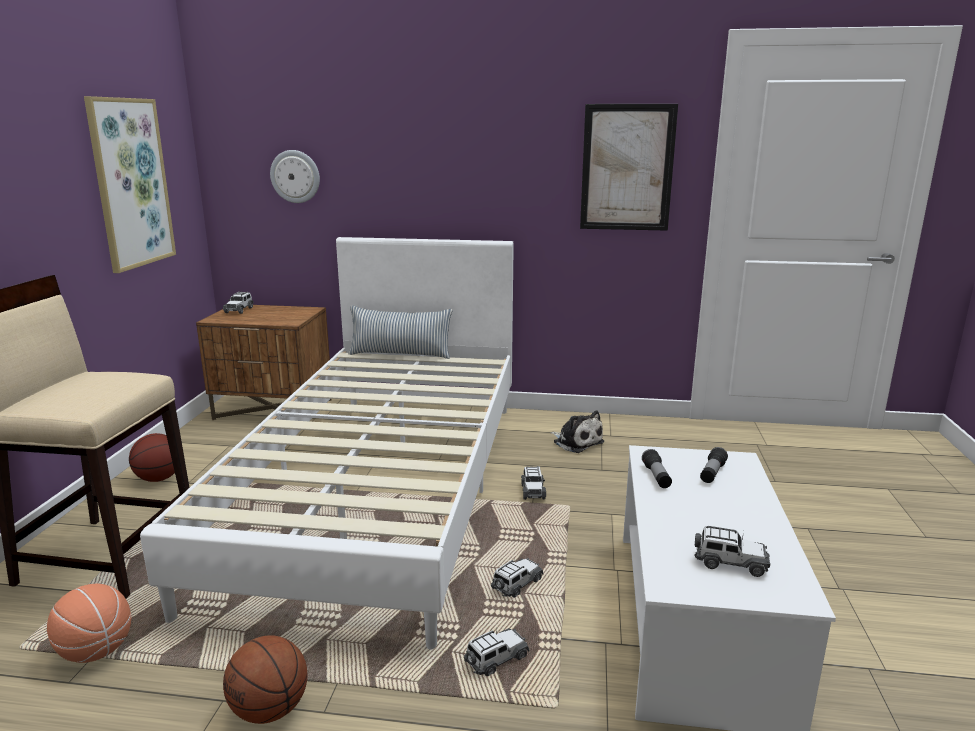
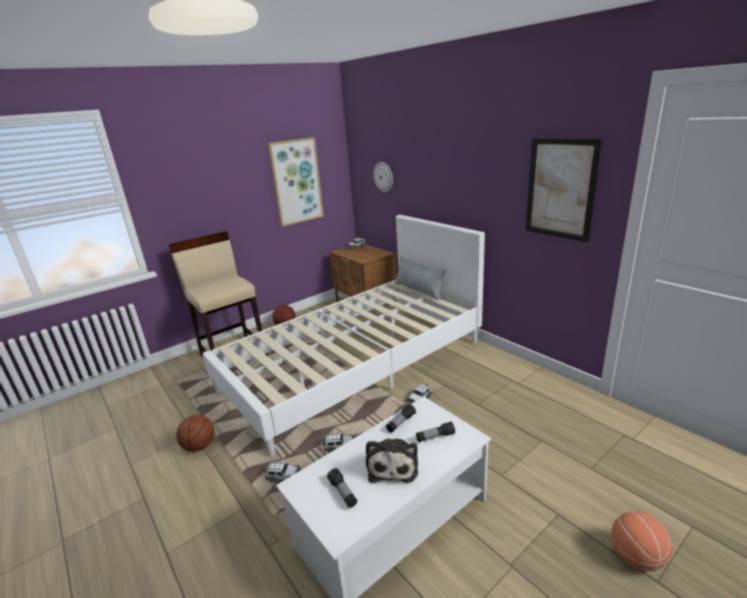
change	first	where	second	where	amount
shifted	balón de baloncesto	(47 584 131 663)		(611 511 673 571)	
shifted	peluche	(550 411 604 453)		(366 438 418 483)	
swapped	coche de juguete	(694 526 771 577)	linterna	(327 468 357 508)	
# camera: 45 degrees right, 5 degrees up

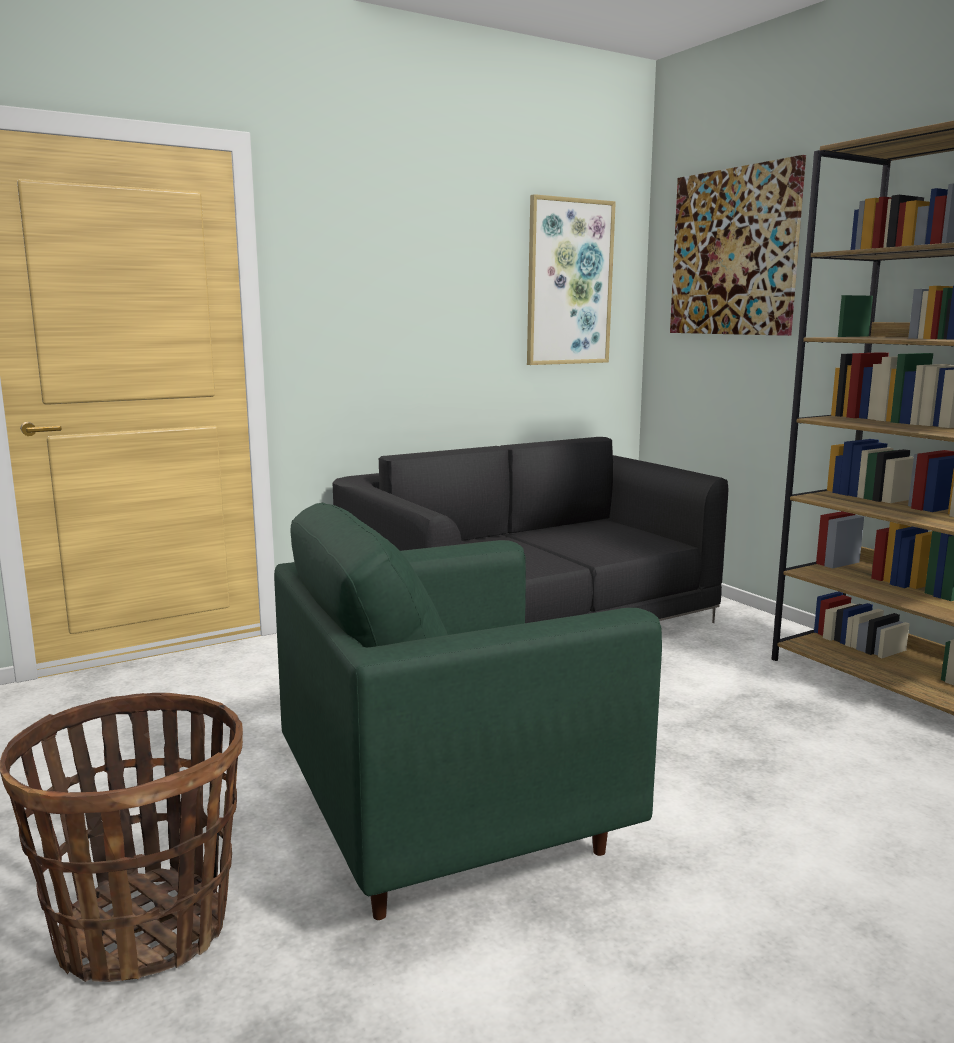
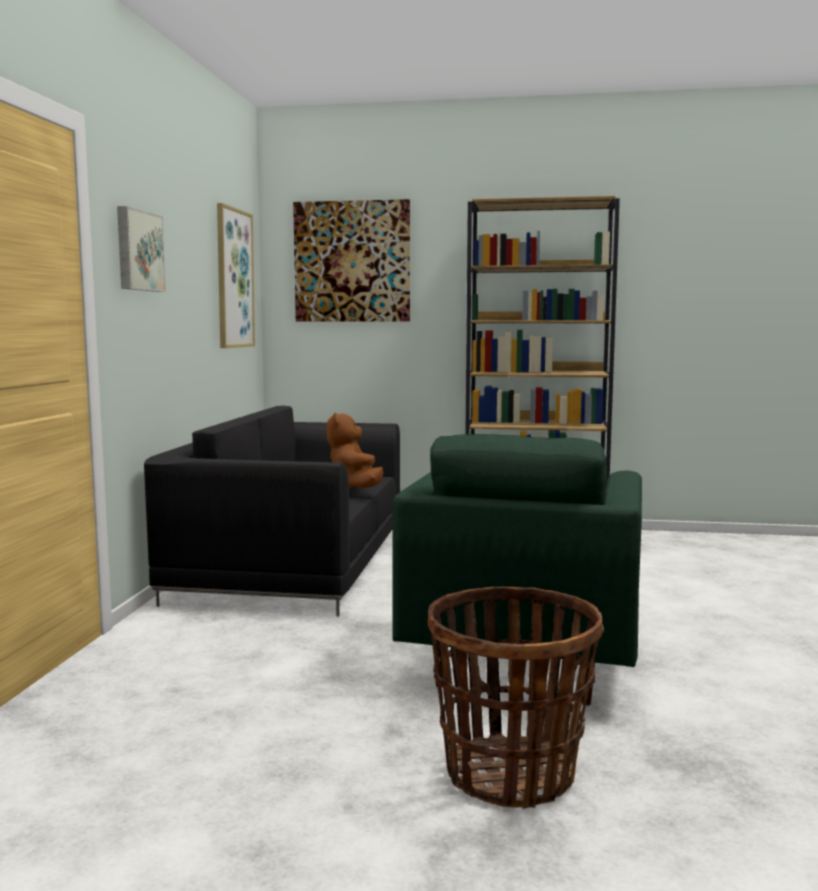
change	first	where	second	where	amount
new			cuadro	(117 206 166 292)	
new			peluche [marrón]	(327 412 383 489)	
# camera: 50 degrees left, 5 degrees down

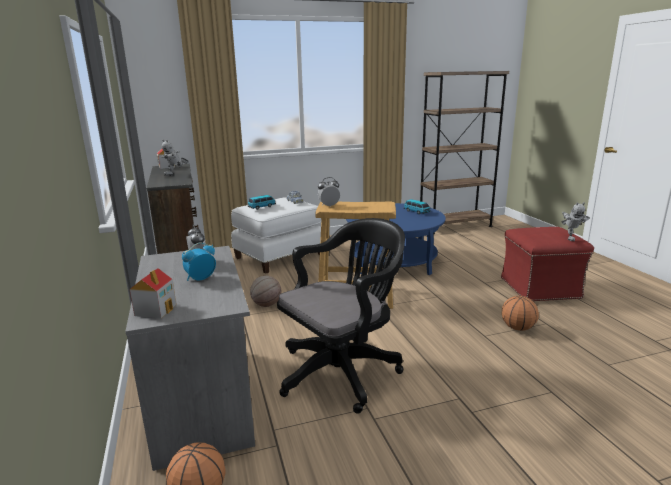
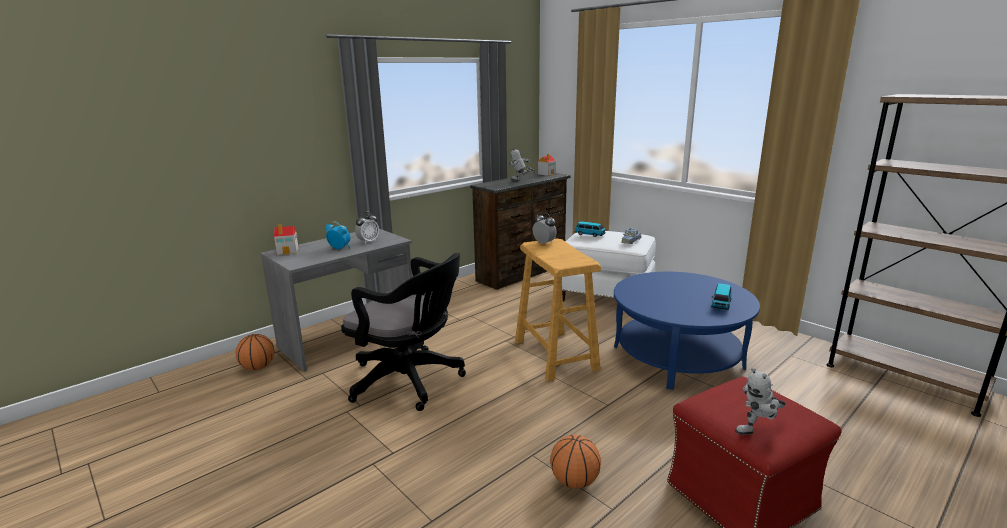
change	first	where	second	where	amount
gone	balón de baloncesto	(250 276 281 307)			
# camera: 65 degrees right, 0 degrees up

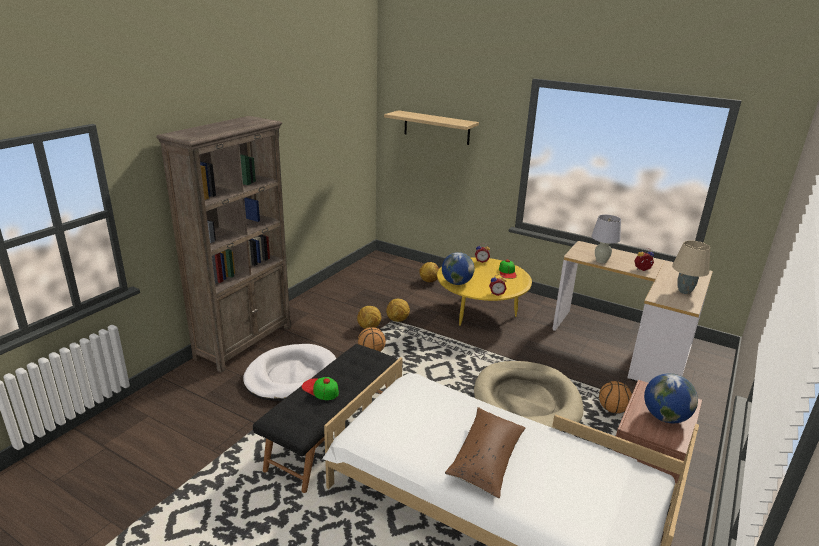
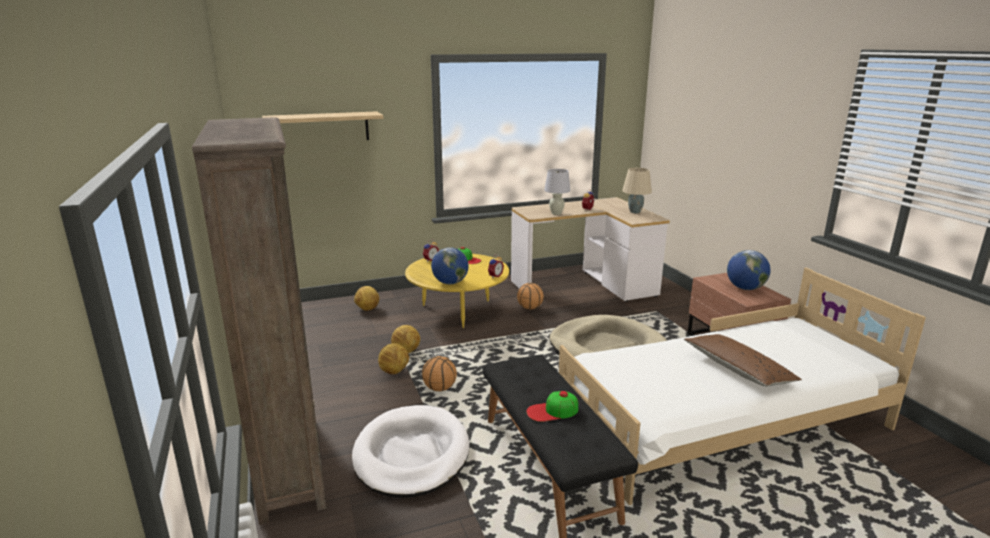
change	first	where	second	where	amount
shifted	balón de baloncesto	(599 381 632 413)		(517 283 544 309)	
# camera: 50 degrees left, 5 degrees down

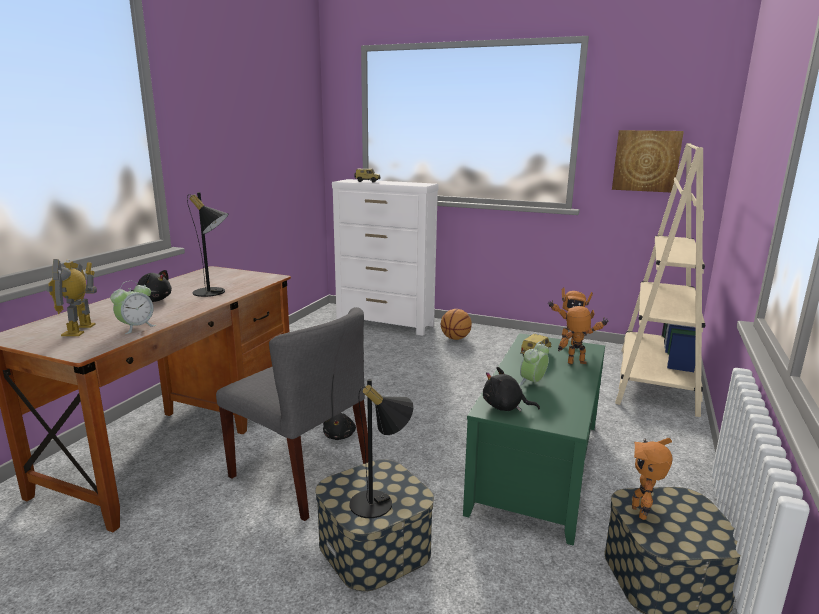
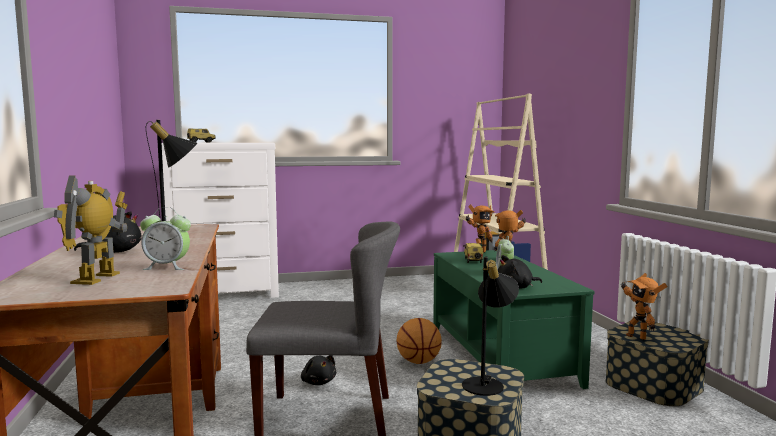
change	first	where	second	where	amount
gone	cuadro	(612 130 684 192)			
shifted	balón de baloncesto	(441 309 472 340)		(396 318 442 364)	
rotated	robot de juguete	(47 259 97 336)		(54 176 127 285)	45 degrees clockwise
rotated	despertador	(110 281 156 334)		(140 207 191 270)	90 degrees clockwise
# camera: 35 degrees left, 10 degrees down

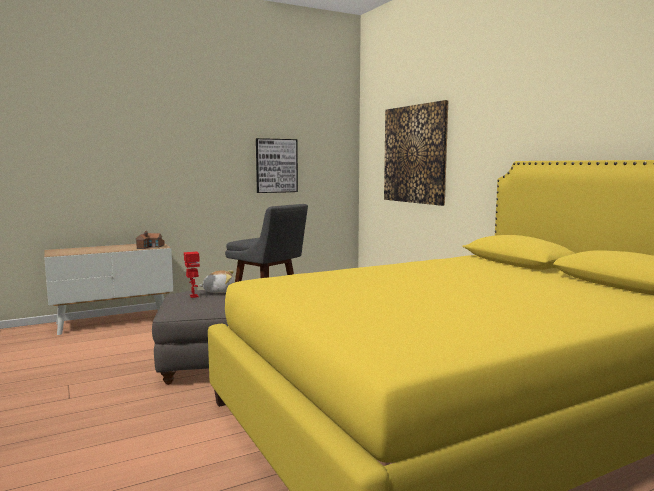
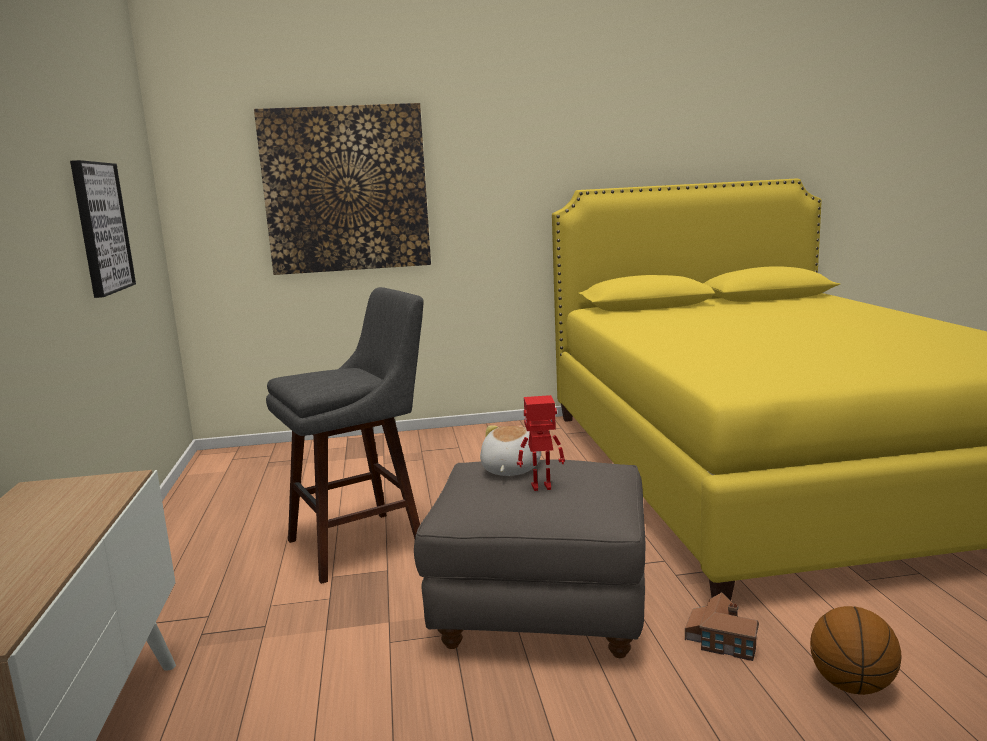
change	first	where	second	where	amount
new			balón de baloncesto	(810 606 901 695)	
shifted	casita	(135 231 165 249)		(685 592 759 661)	
# camera: 70 degrees left, 5 degrees up

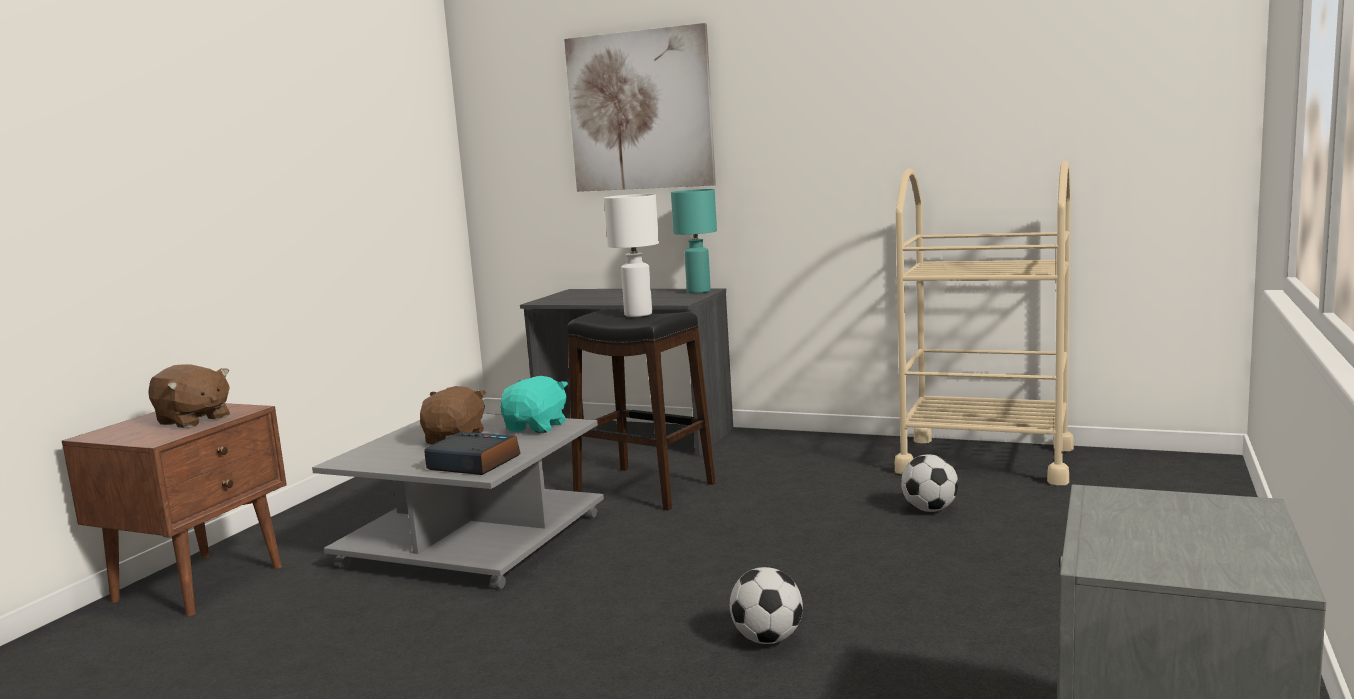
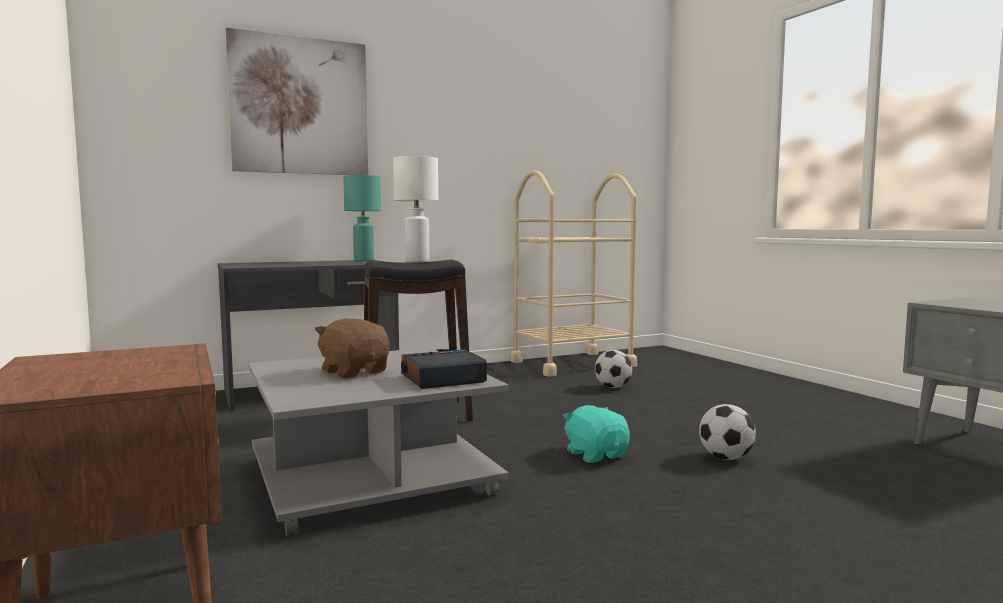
change	first	where	second	where	amount
gone	peluche [marrón]	(148 364 230 428)			
shifted	peluche [turquesa]	(500 376 568 433)		(563 405 630 463)	
# camera: 50 degrees left, 5 degrees down

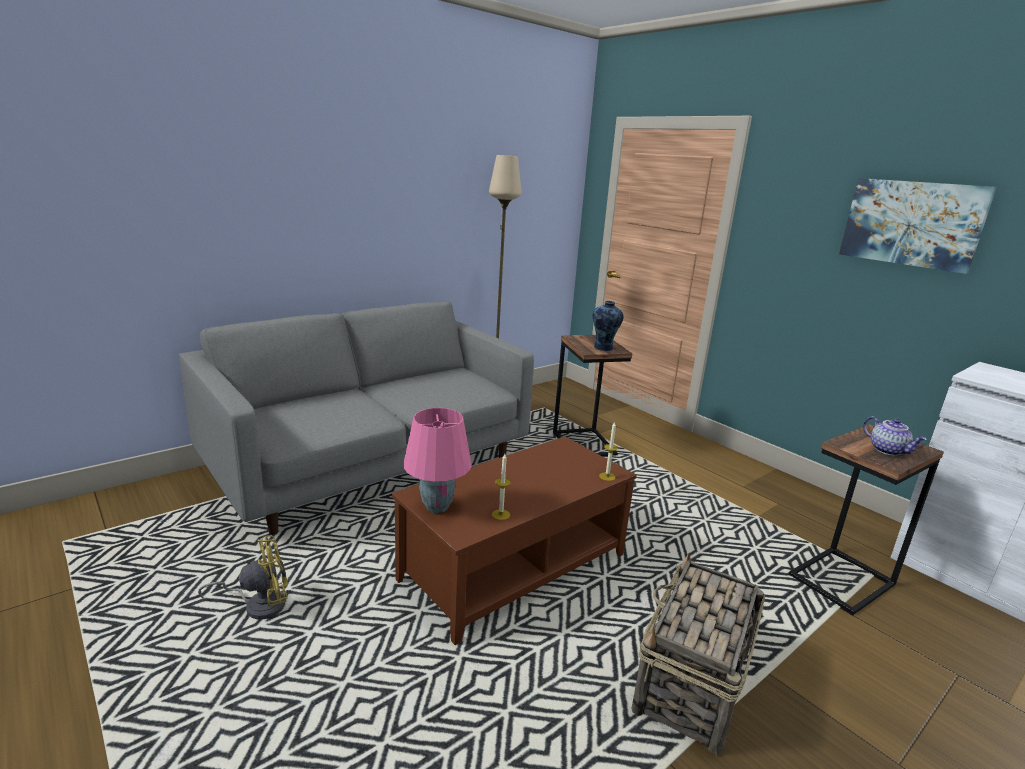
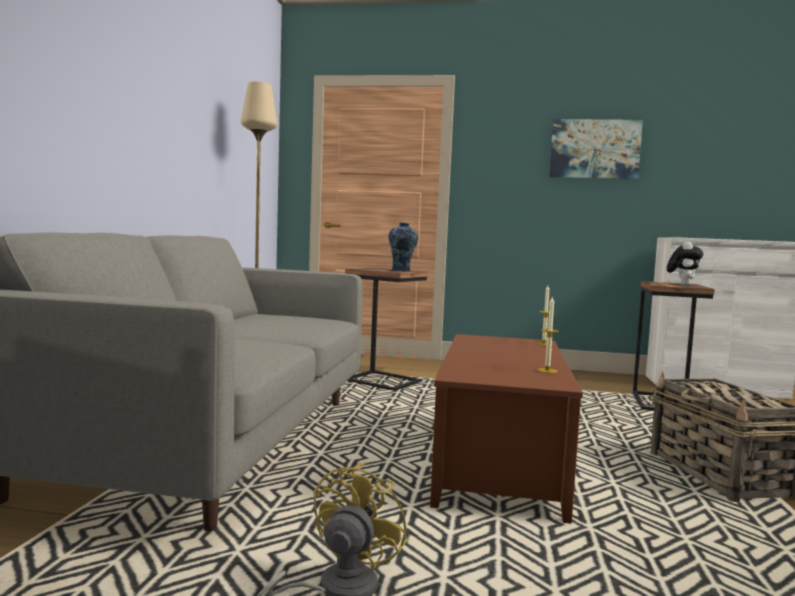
change	first	where	second	where	amount
gone	lámpara de mesa [rosa]	(404 408 472 513)			
swapped	tetera	(863 416 927 456)	peluche	(667 242 703 285)	
# camera: 40 degrees left, 15 degrees down

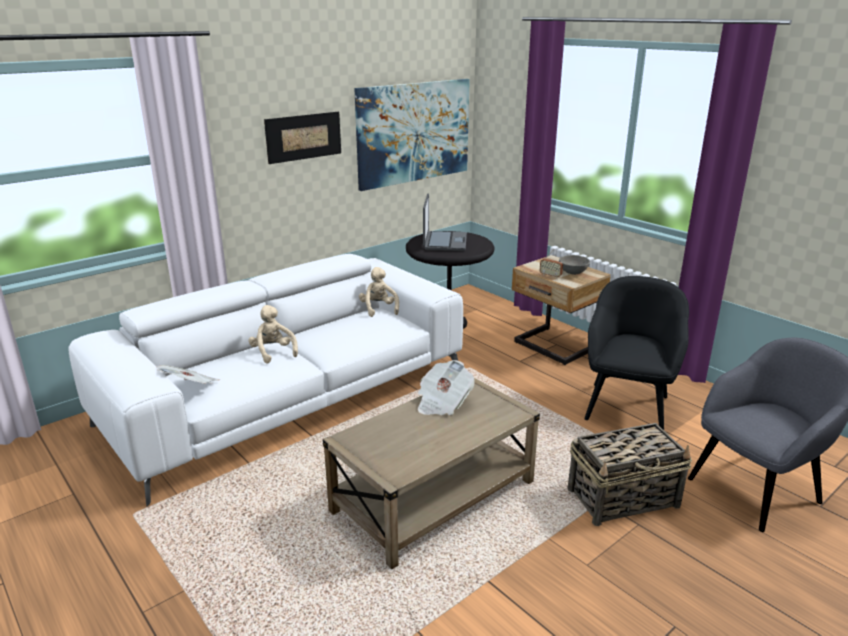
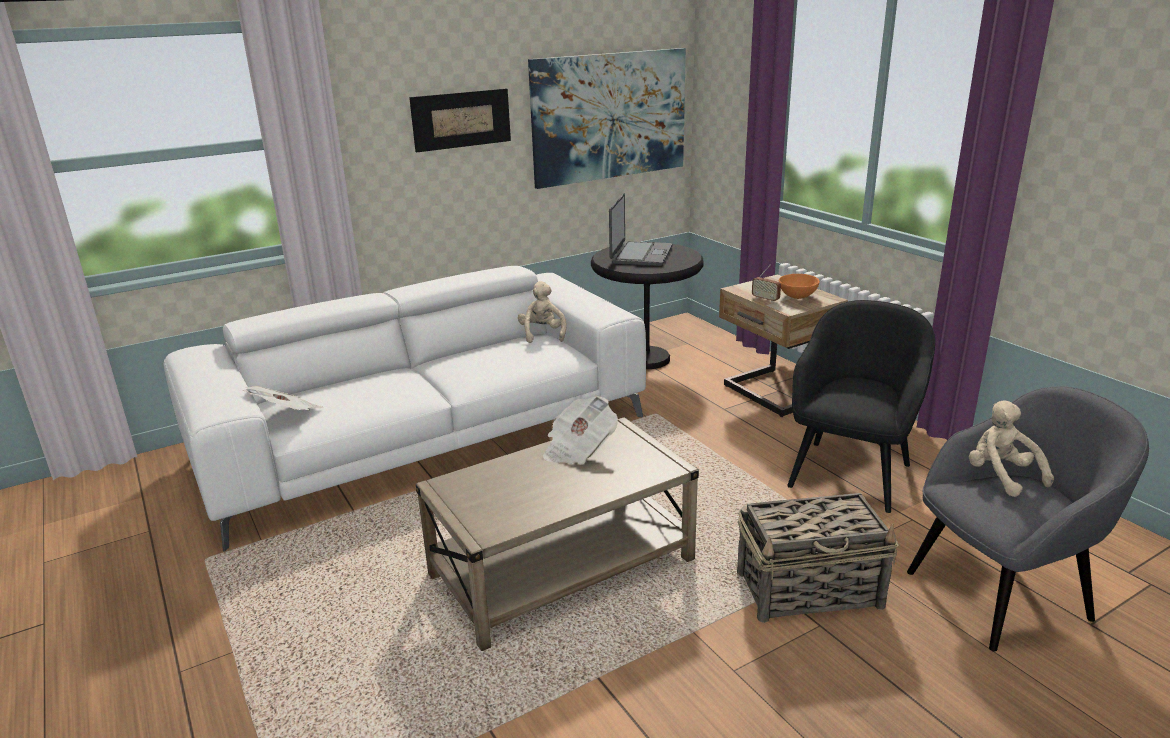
change	first	where	second	where	amount
shifted	peluche [beis]	(248 305 298 364)		(969 400 1054 497)	
repainted	cuenco [gris]	(559 255 590 275)	cuenco [naranja]	(779 274 820 299)	
# camera: 10 degrees right, 0 degrees up

